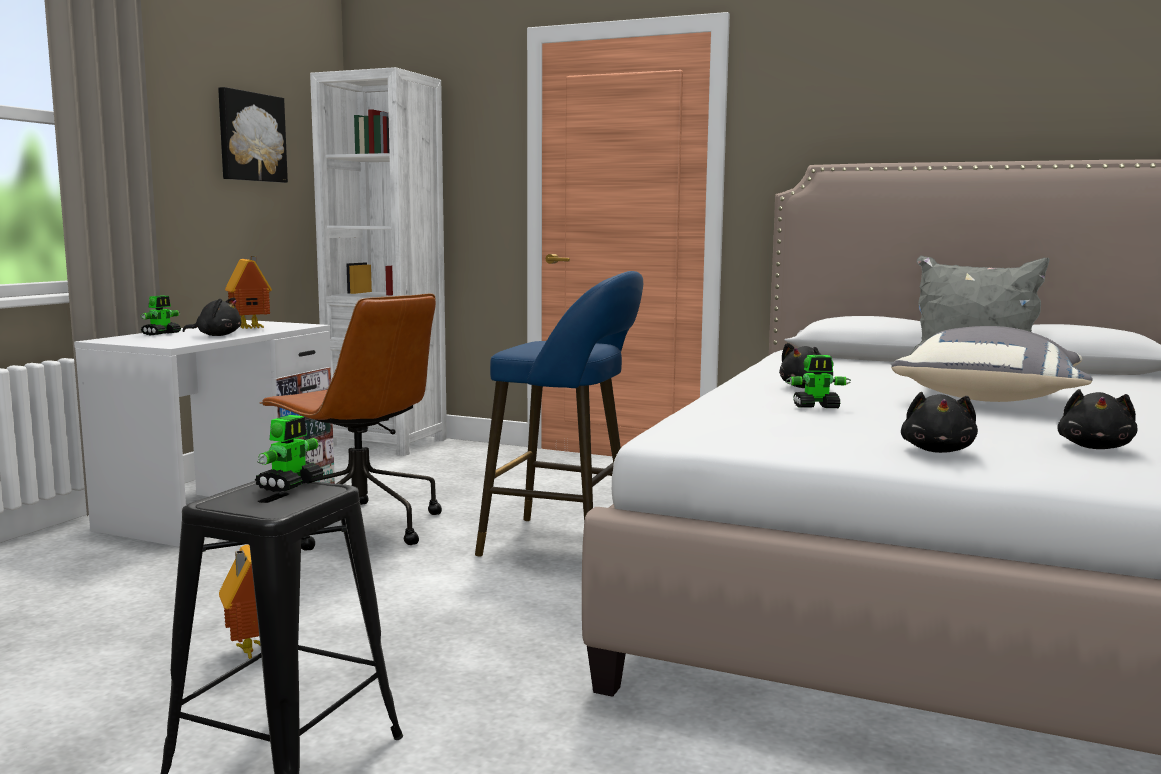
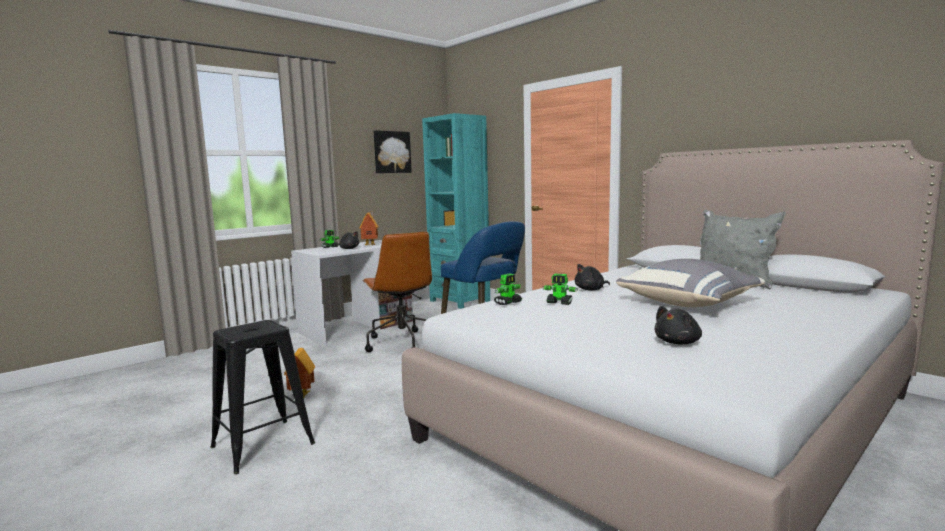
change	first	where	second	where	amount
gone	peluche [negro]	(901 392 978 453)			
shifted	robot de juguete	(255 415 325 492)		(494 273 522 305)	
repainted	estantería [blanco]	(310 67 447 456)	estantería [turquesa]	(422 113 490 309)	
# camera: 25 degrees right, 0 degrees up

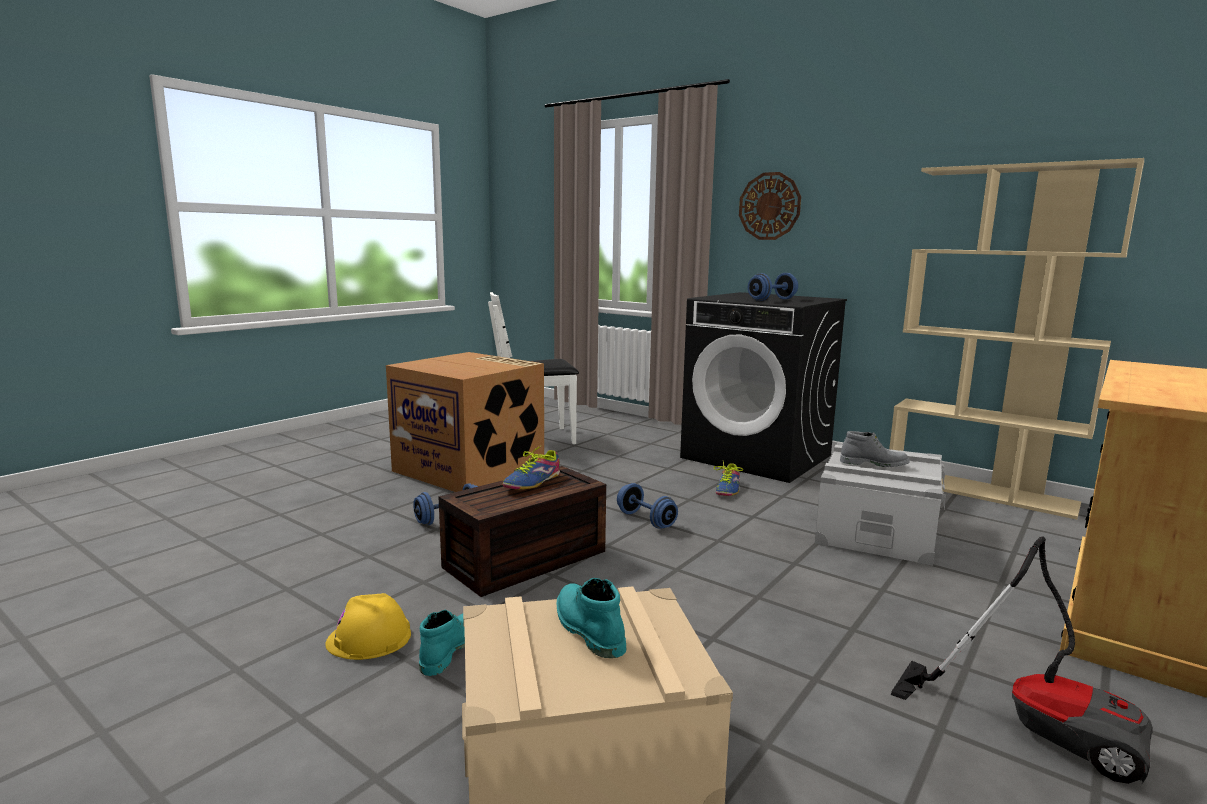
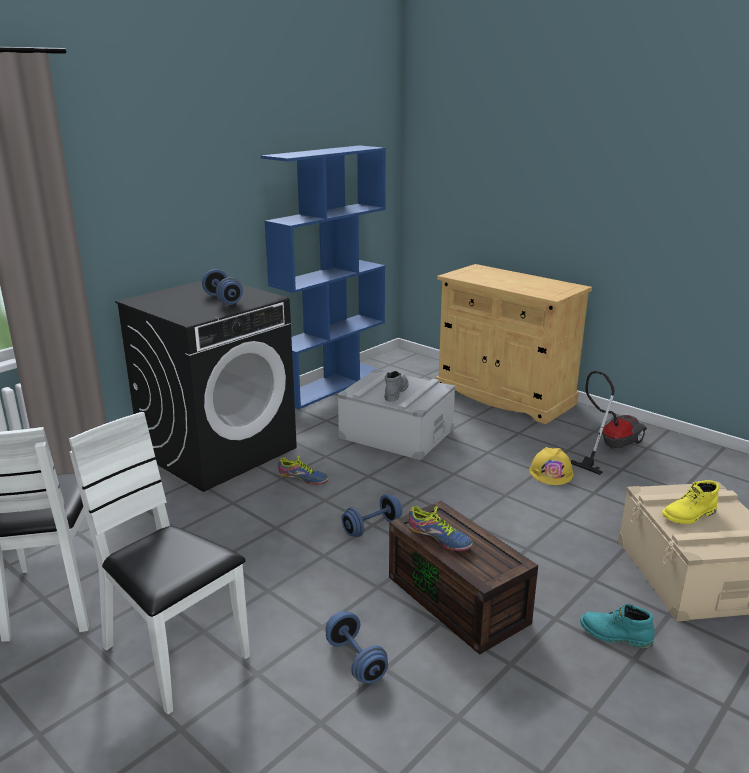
change	first	where	second	where	amount
gone	reloj de pared	(739 172 801 240)			
shifted	casco [amarillo]	(325 593 411 660)		(529 447 573 485)	
swapped	caja de cartón	(386 352 544 492)	silla [blanco]	(69 412 250 714)	
repainted	bota [turquesa]	(557 578 626 658)	bota [amarillo]	(662 480 719 524)	
repainted	estantería [beis]	(889 158 1144 520)	estantería [azul]	(261 145 386 409)	
# camera: 85 degrees left, 10 degrees up

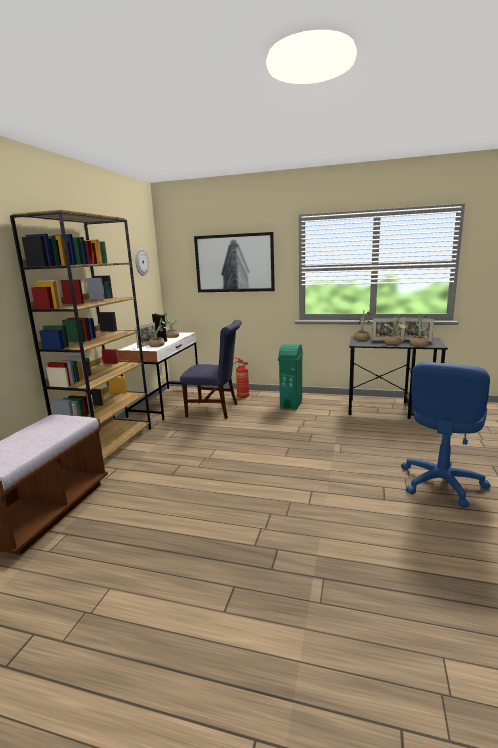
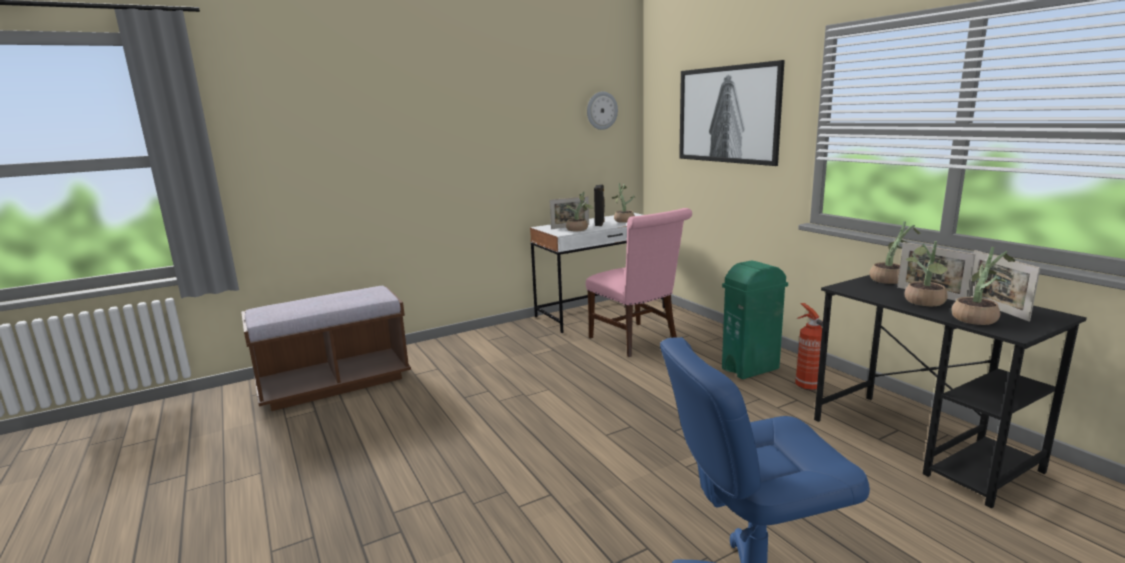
change	first	where	second	where	amount
gone	estantería [marrón]	(10 210 151 460)			
shifted	extintor	(233 356 249 398)		(795 303 823 391)	
repainted	silla [azul]	(180 320 242 419)	silla [rosa]	(586 208 692 357)	
# camera: 45 degrees right, 0 degrees up

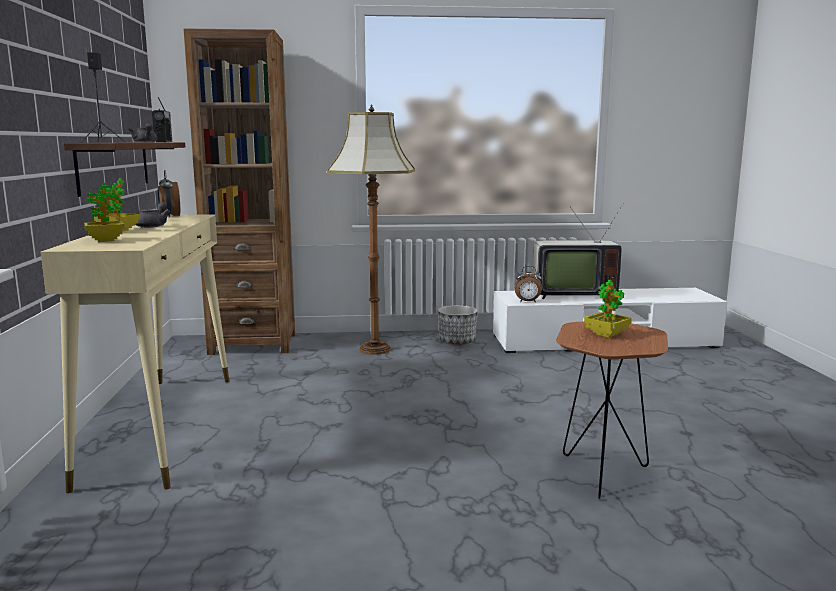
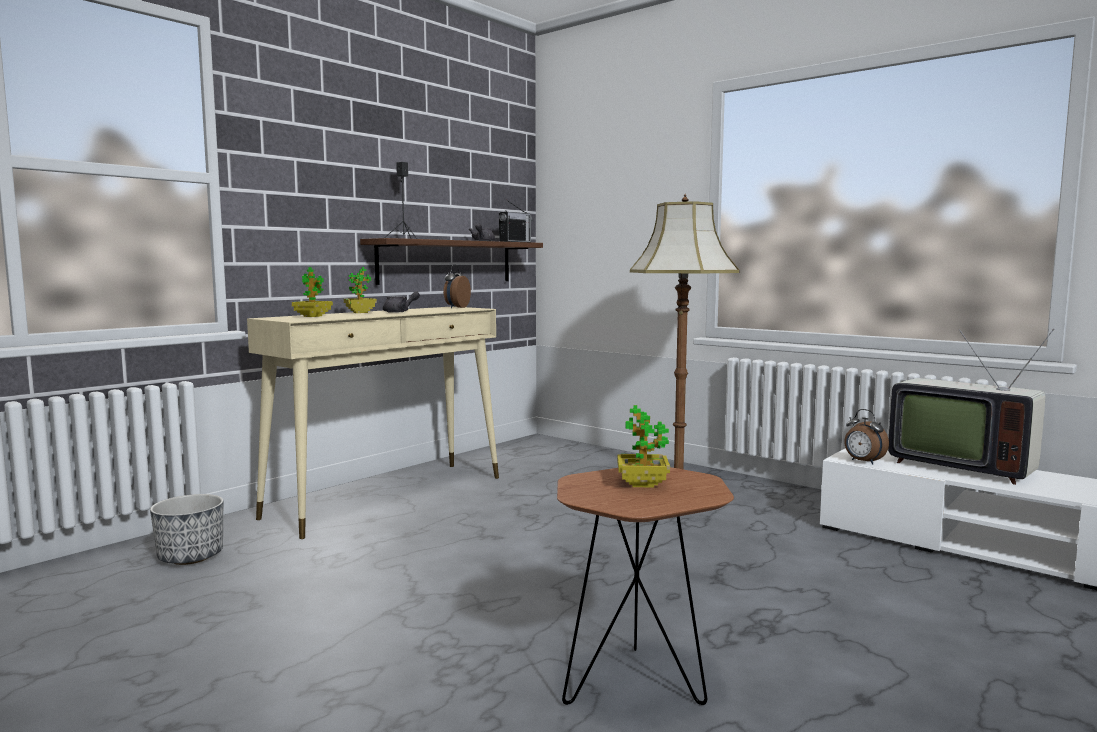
change	first	where	second	where	amount
gone	estantería [marrón]	(183 28 295 355)			
shifted	maceta	(438 305 478 346)		(150 494 223 565)	
# camera: 45 degrees right, 5 degrees down

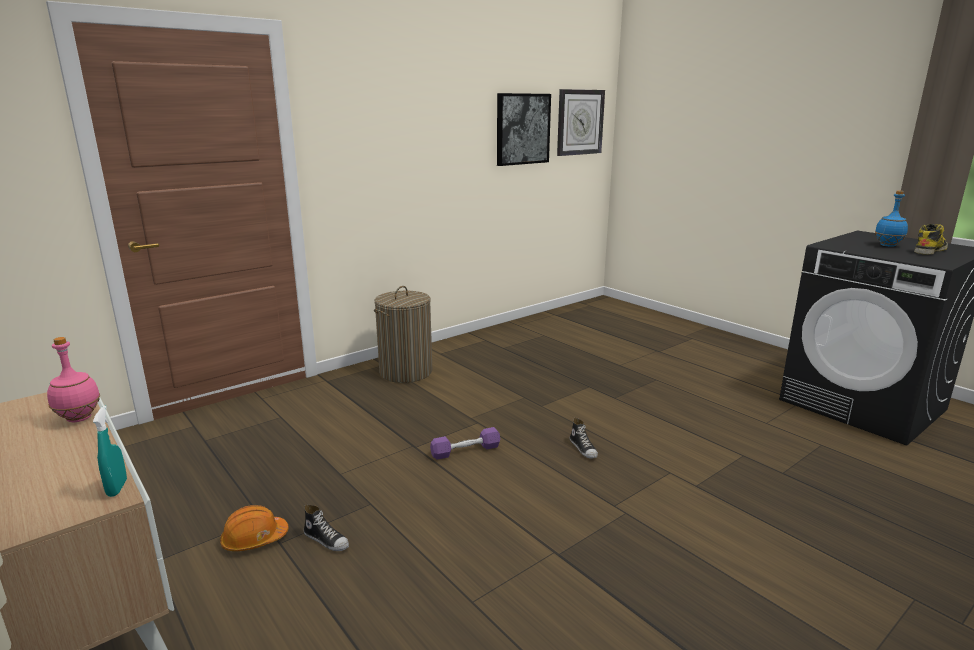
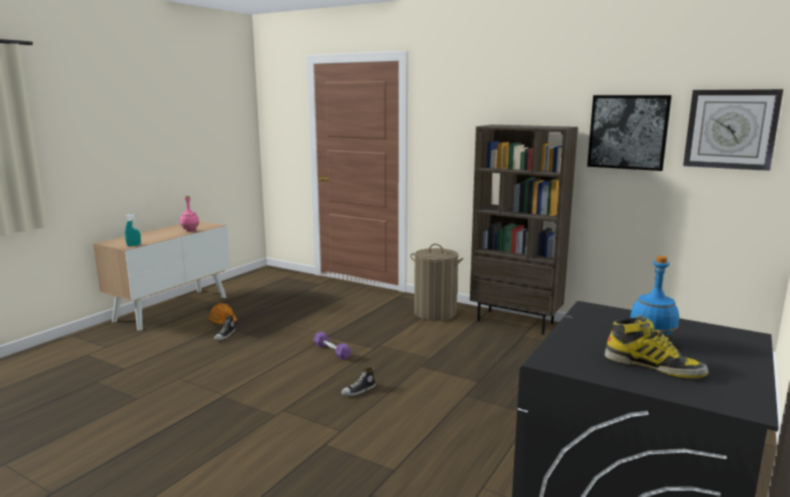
change	first	where	second	where	amount
new			estantería [marrón]	(470 125 578 335)	
# camera: 70 degrees right, 5 degrees down

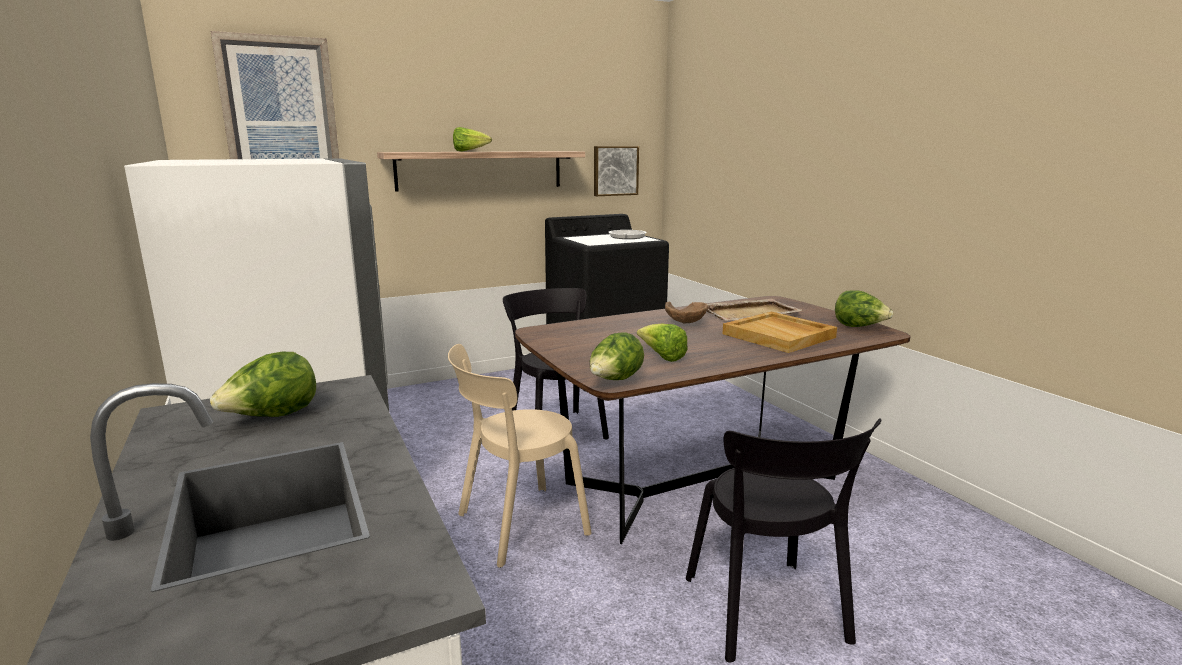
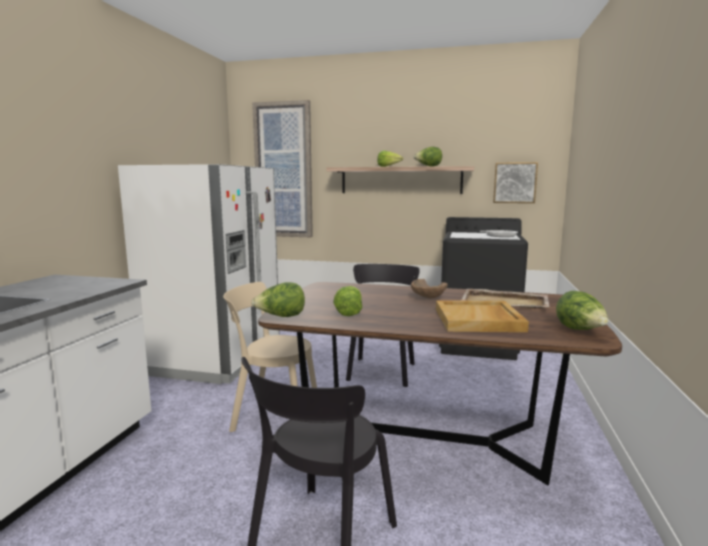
change	first	where	second	where	amount
shifted	lechuga	(210 352 316 417)		(414 147 442 166)	
# camera: 40 degrees right, 5 degrees down

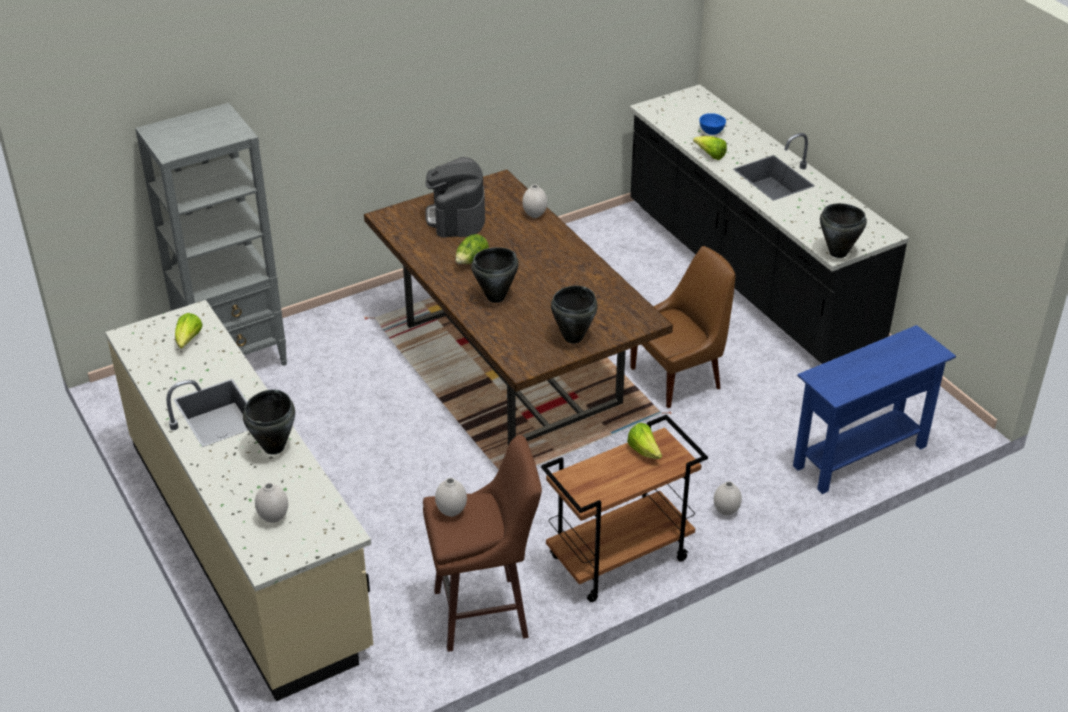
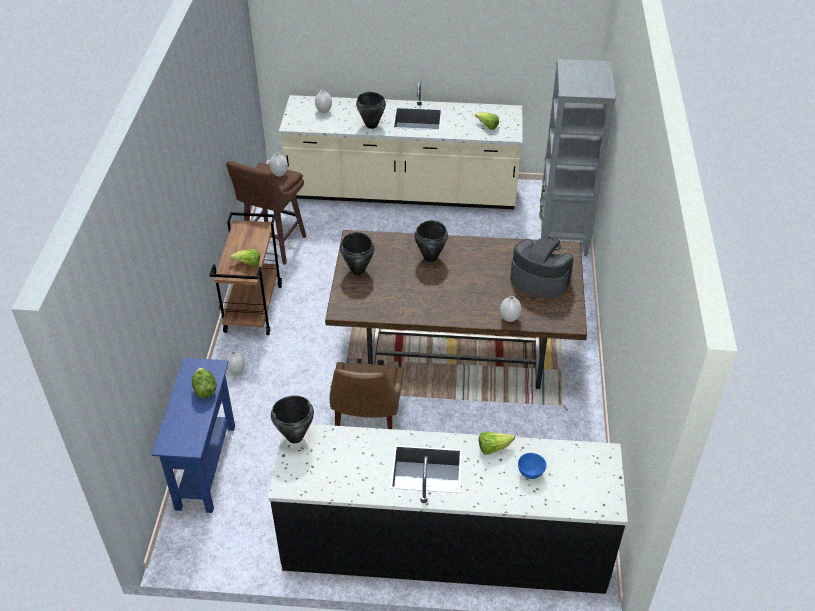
change	first	where	second	where	amount
shifted	lechuga	(455 234 489 264)		(192 368 217 398)	
# camera: 125 degrees right, 5 degrees up

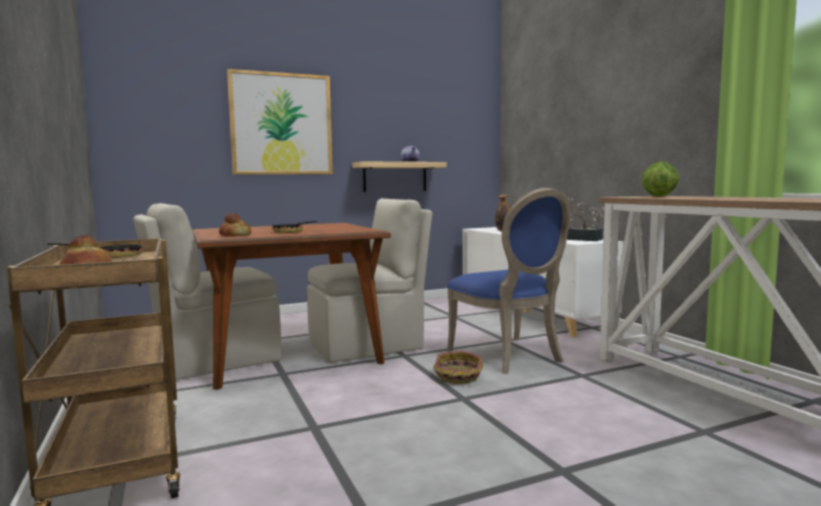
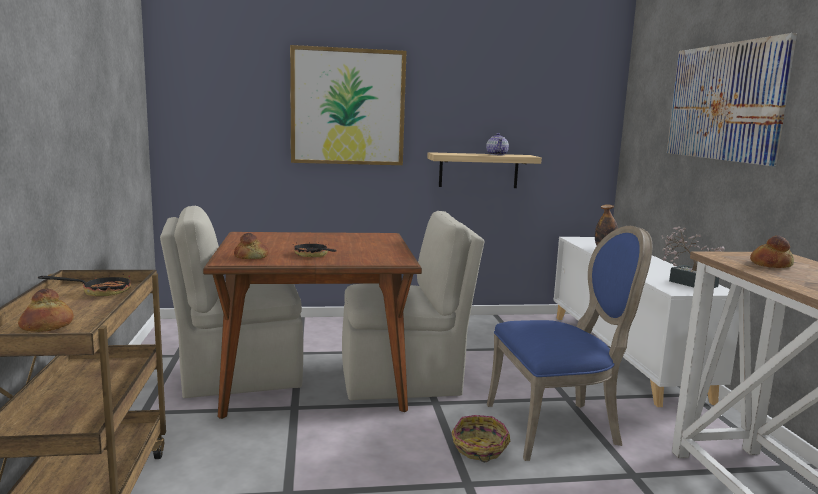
change	first	where	second	where	amount
new			cuadro	(667 33 797 166)	
swapped	lechuga	(641 161 679 197)	pan	(750 235 794 268)	
rotated	silla [azul]	(447 188 571 374)		(487 226 652 461)	90 degrees counterclockwise
# camera: 15 degrees right, 5 degrees up

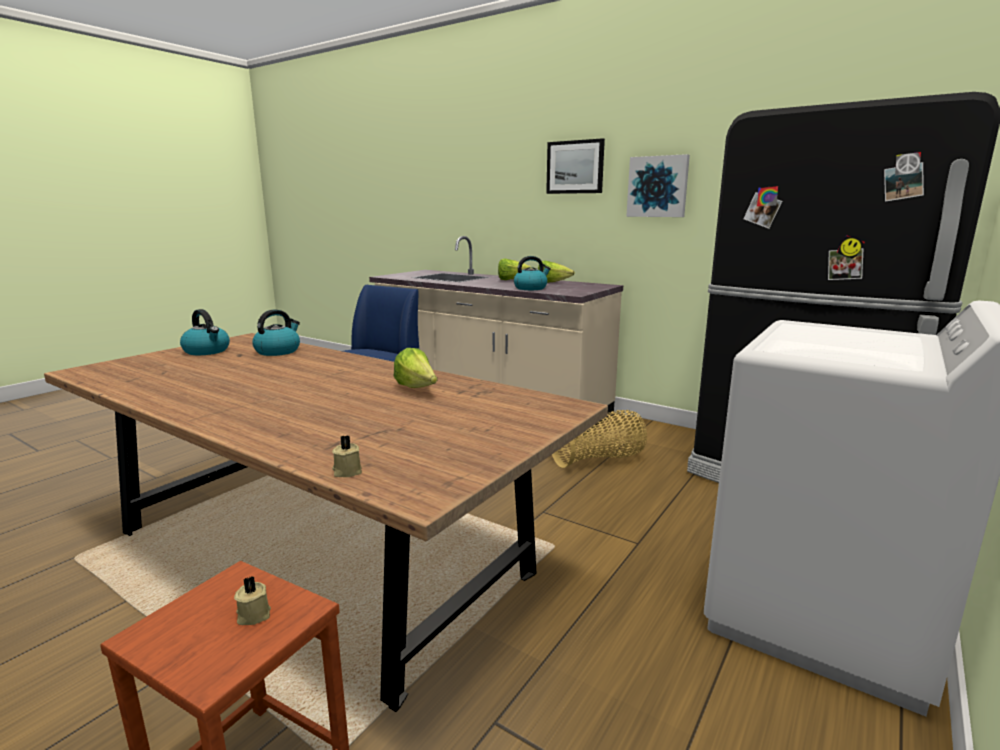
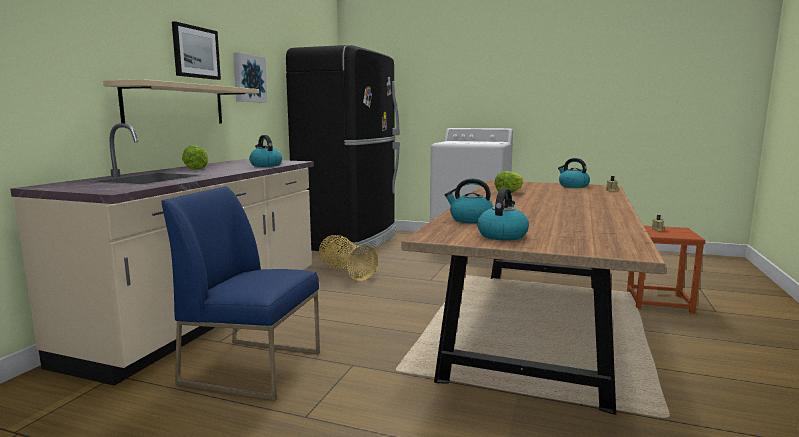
change	first	where	second	where	amount
gone	lechuga	(538 260 575 283)			
new			estante [beis]	(103 79 259 123)	
new			hervidor	(558 158 590 188)	
# camera: 105 degrees left, 5 degrees down

